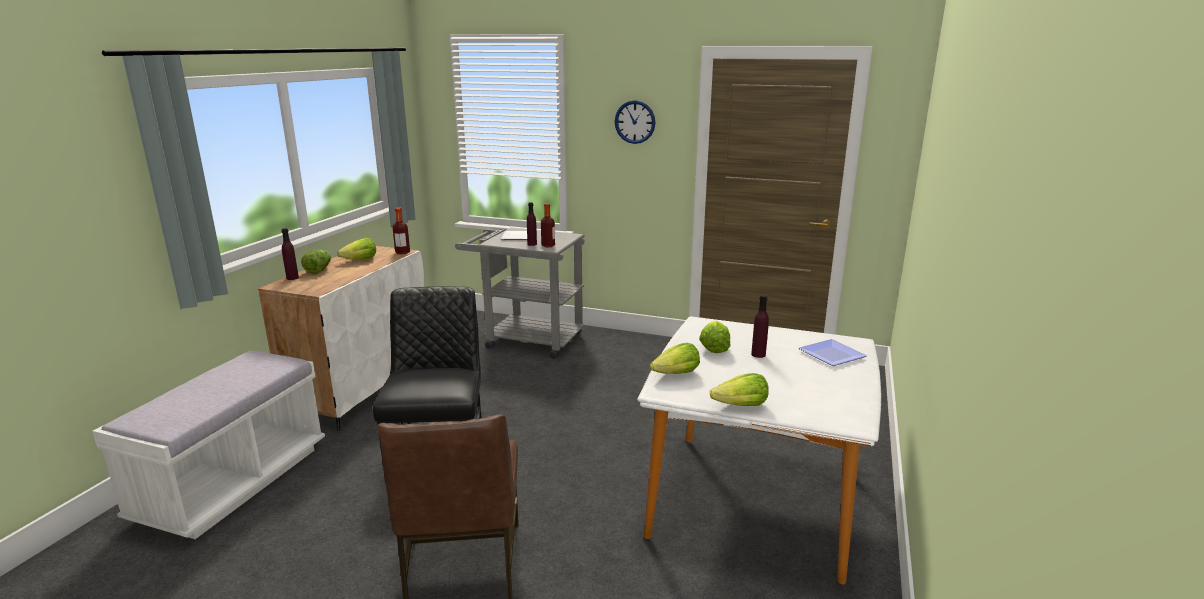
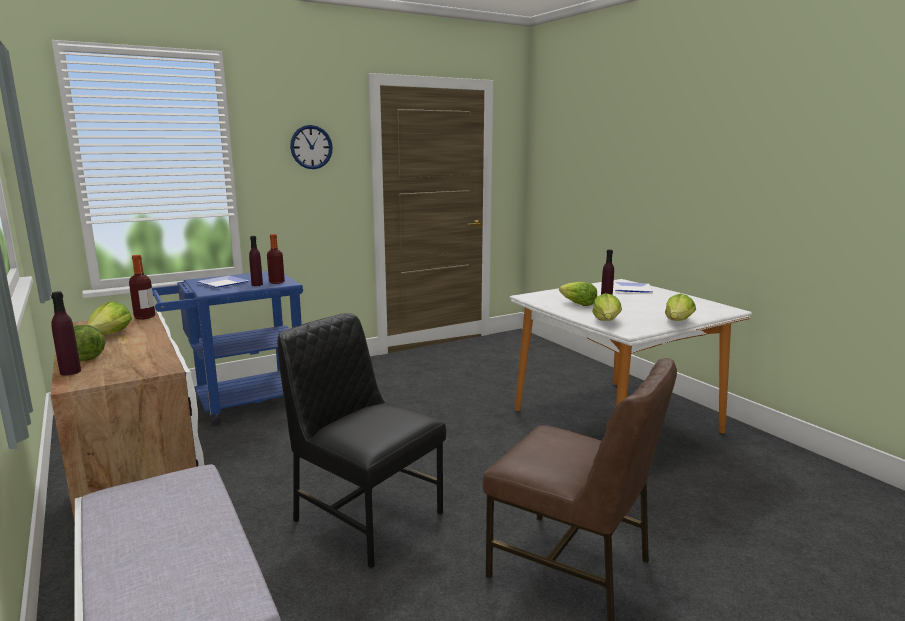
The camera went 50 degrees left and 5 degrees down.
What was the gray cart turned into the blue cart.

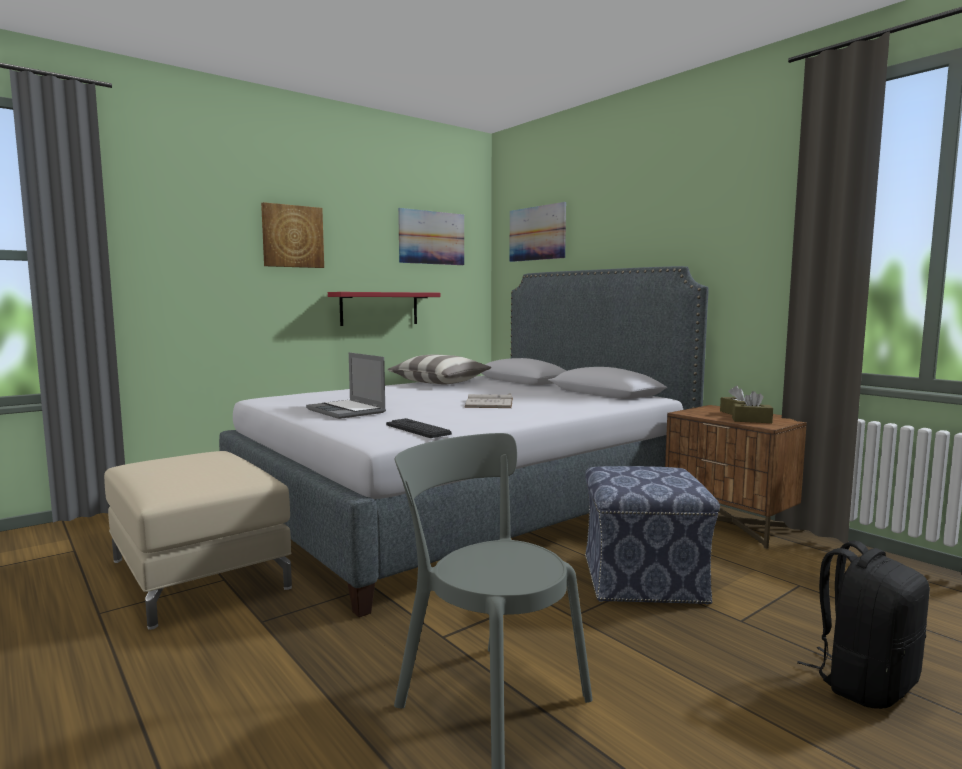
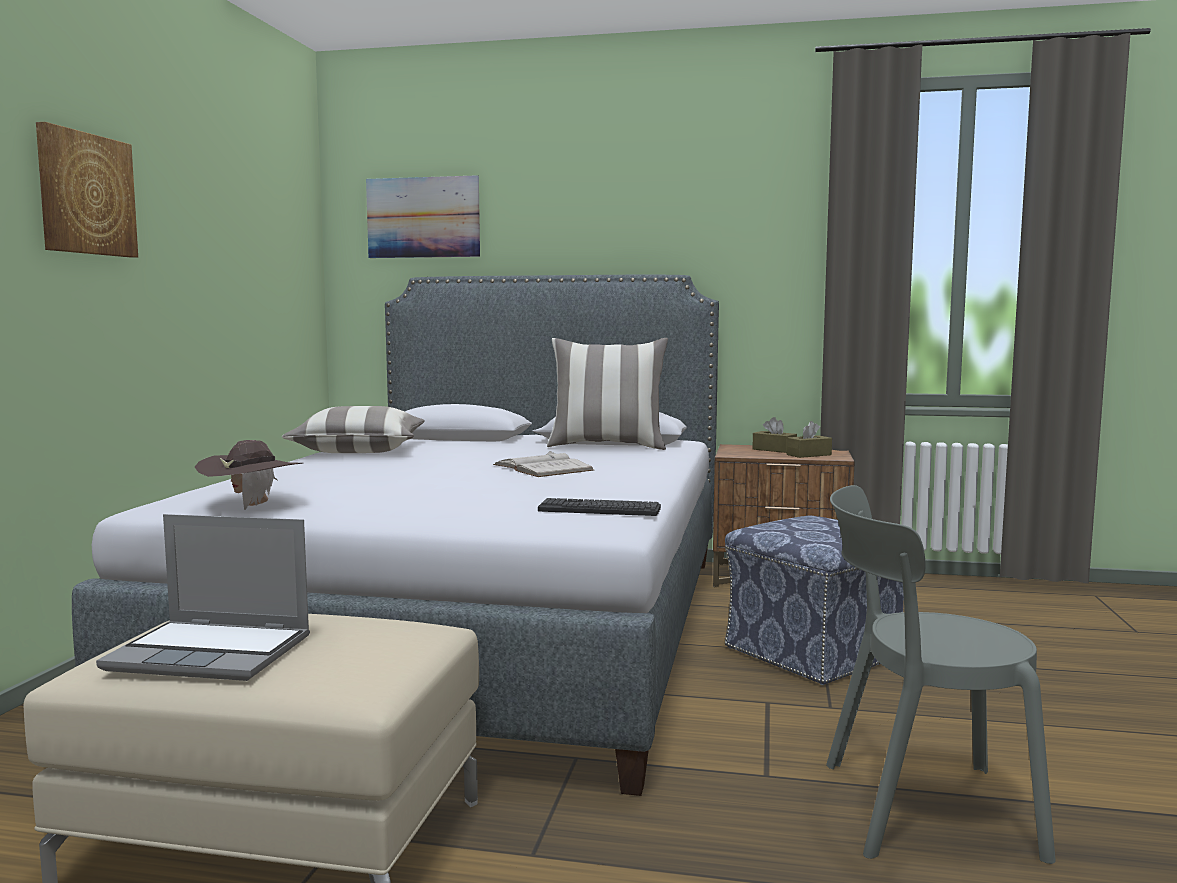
The camera went 40 degrees left and 0 degrees up.
The portable computer ended up elsewhere.
The second view lost the reddish wall shelf.
The second view lost the picture (2nd from left).
The second view lost the blackish rucksack.
The second view gained the brownish wearable hat.
The second view gained the cushion (2nd from left).

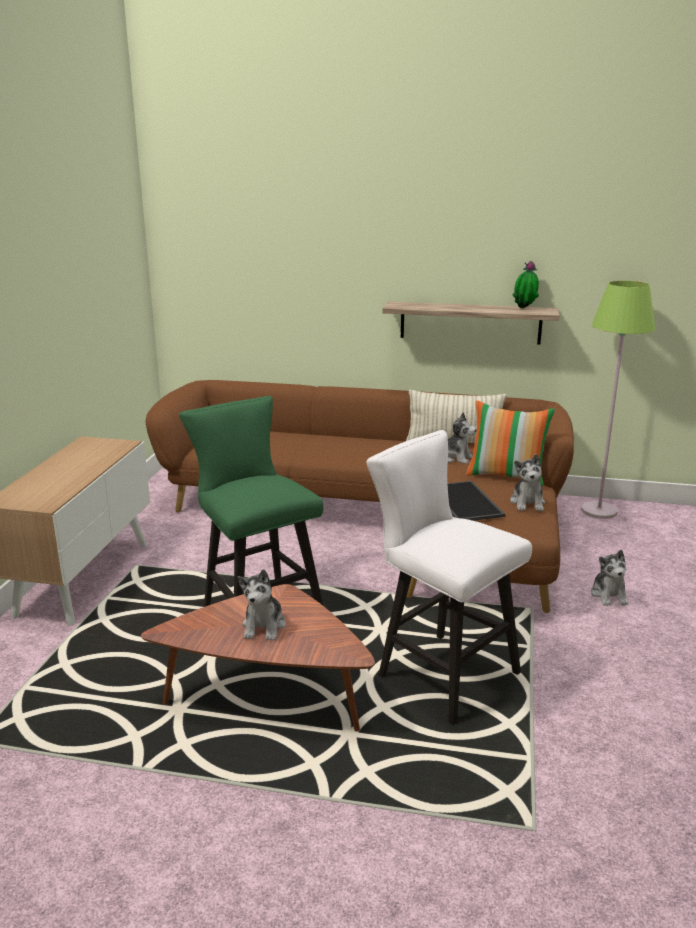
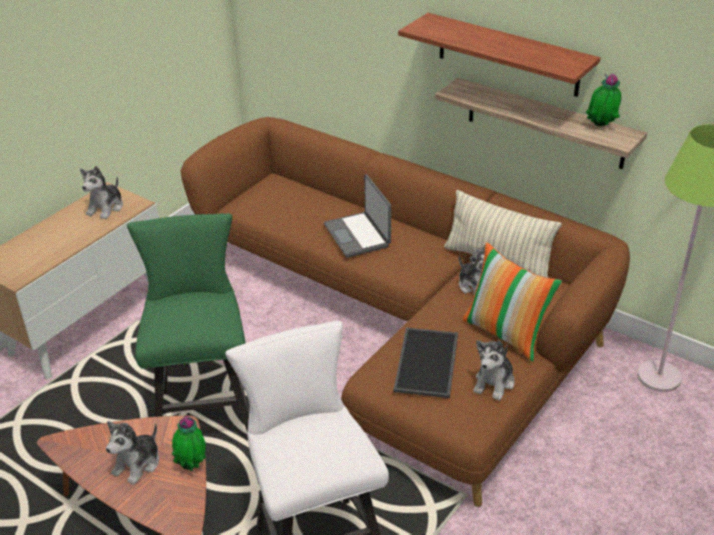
The camera went 25 degrees right and 15 degrees up.
The cuddly toy (4th from left in the first image) ended up elsewhere.
The second view gained the plant in a pot (1st from left).
The second view gained the portable computer.
The second view gained the wall shelf (1st from left).

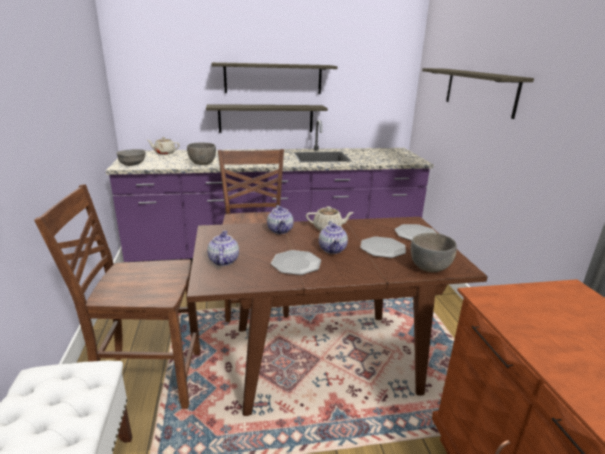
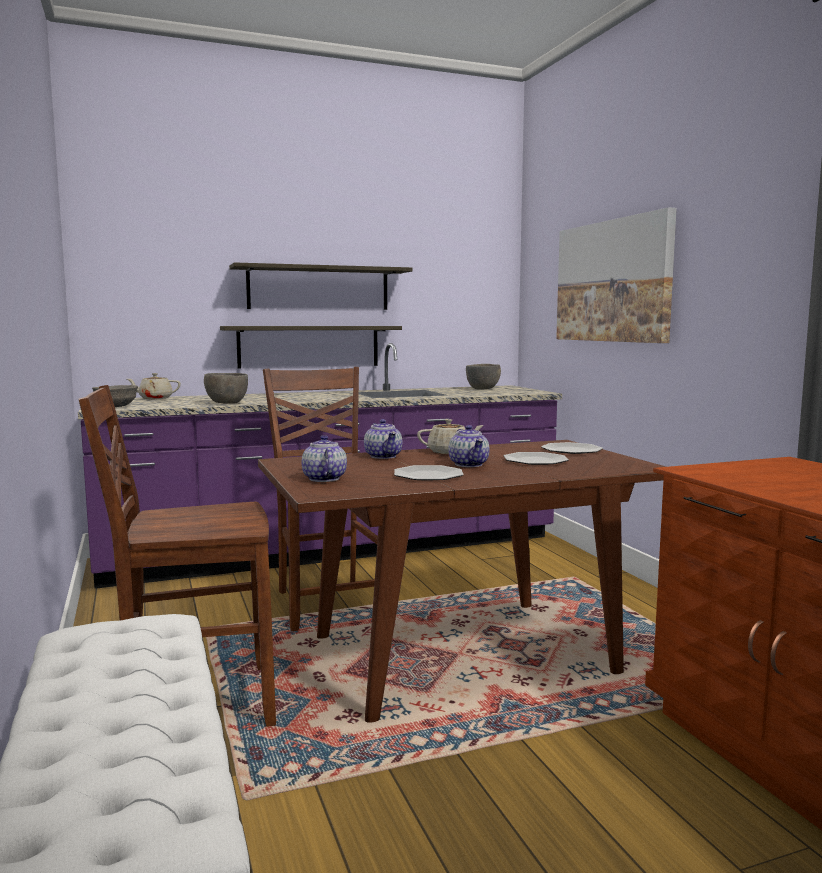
The camera went 10 degrees left and 15 degrees down.
The gray deep dish (3rd from left) ended up elsewhere.
Where the wall shelf (3rd from left) hung, the picture came to hang.

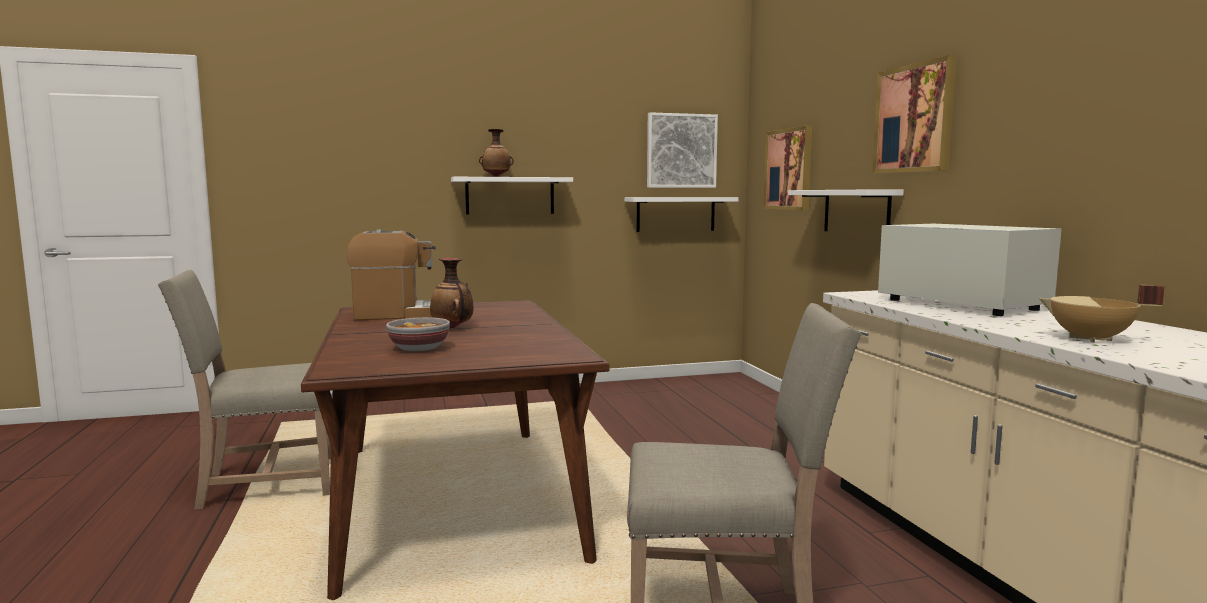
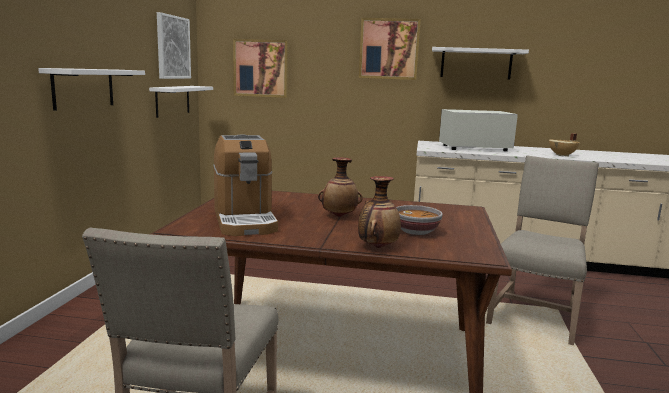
The camera went 65 degrees left and 5 degrees up.
The coffee maker ended up facing another way, 150 degrees clockwise from before.
The vase (2nd from left) ended up elsewhere.
The white-coloured wall shelf (3rd from left) ended up elsewhere.

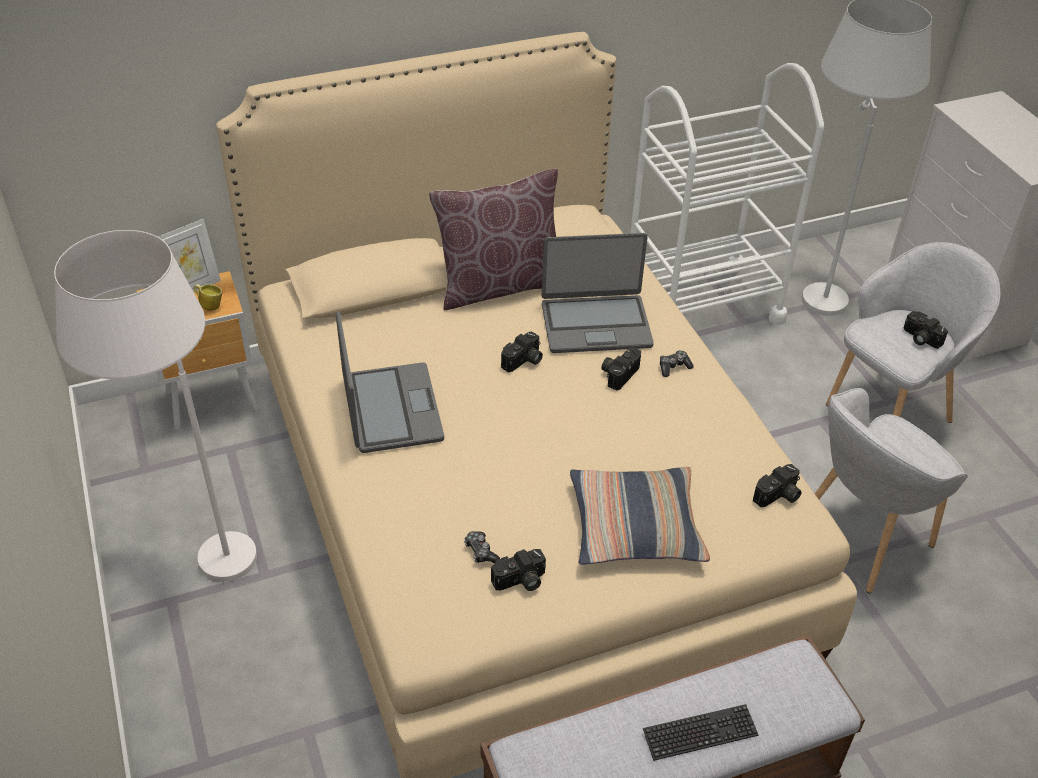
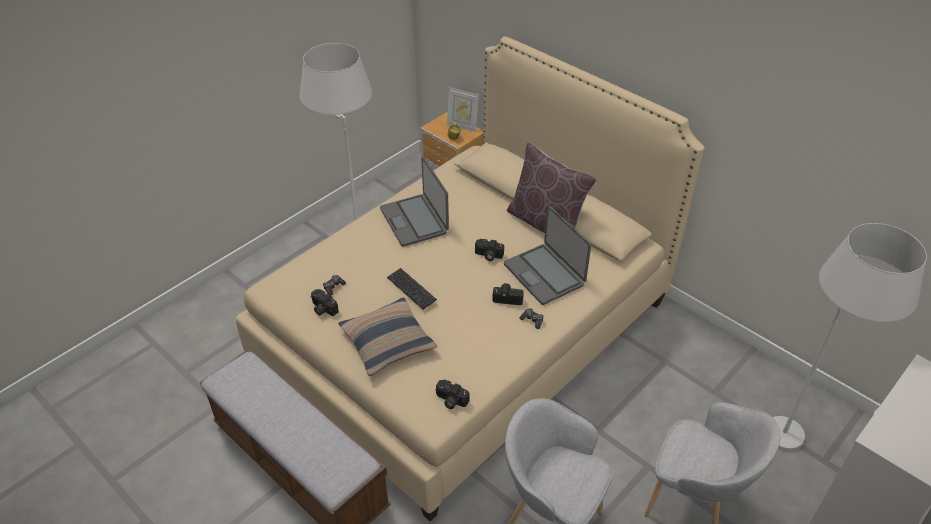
The camera went 65 degrees right and 0 degrees up.
The portable computer (1st from left) ended up facing another way, 105 degrees clockwise from before.
The second view lost the white-coloured cart.
The computer keyboard ended up elsewhere.
The second view lost the still camera (5th from left).

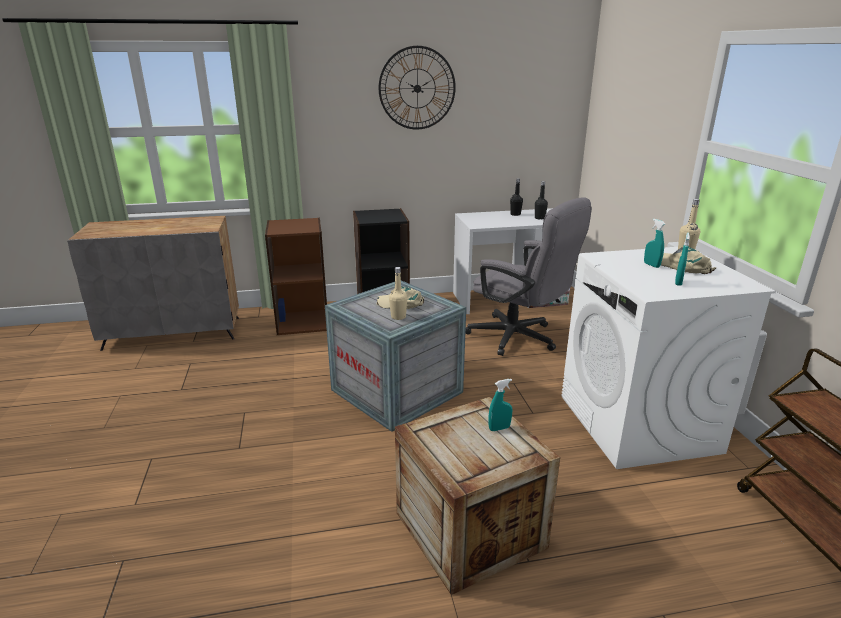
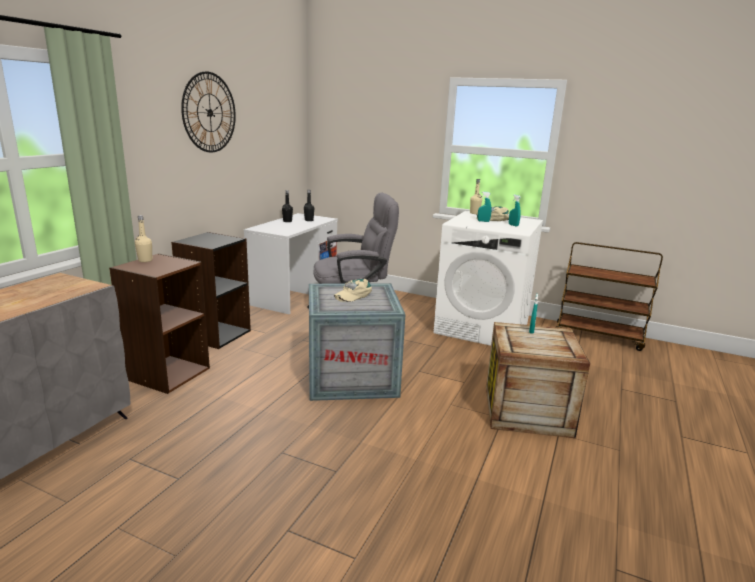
The camera went 55 degrees left and 5 degrees down.
The beige-coloured bottle (1st from left) ended up elsewhere.

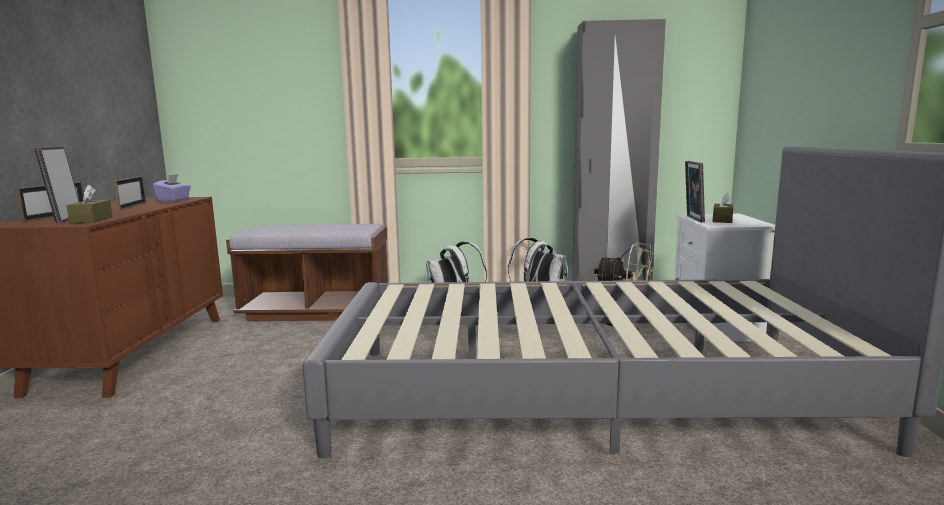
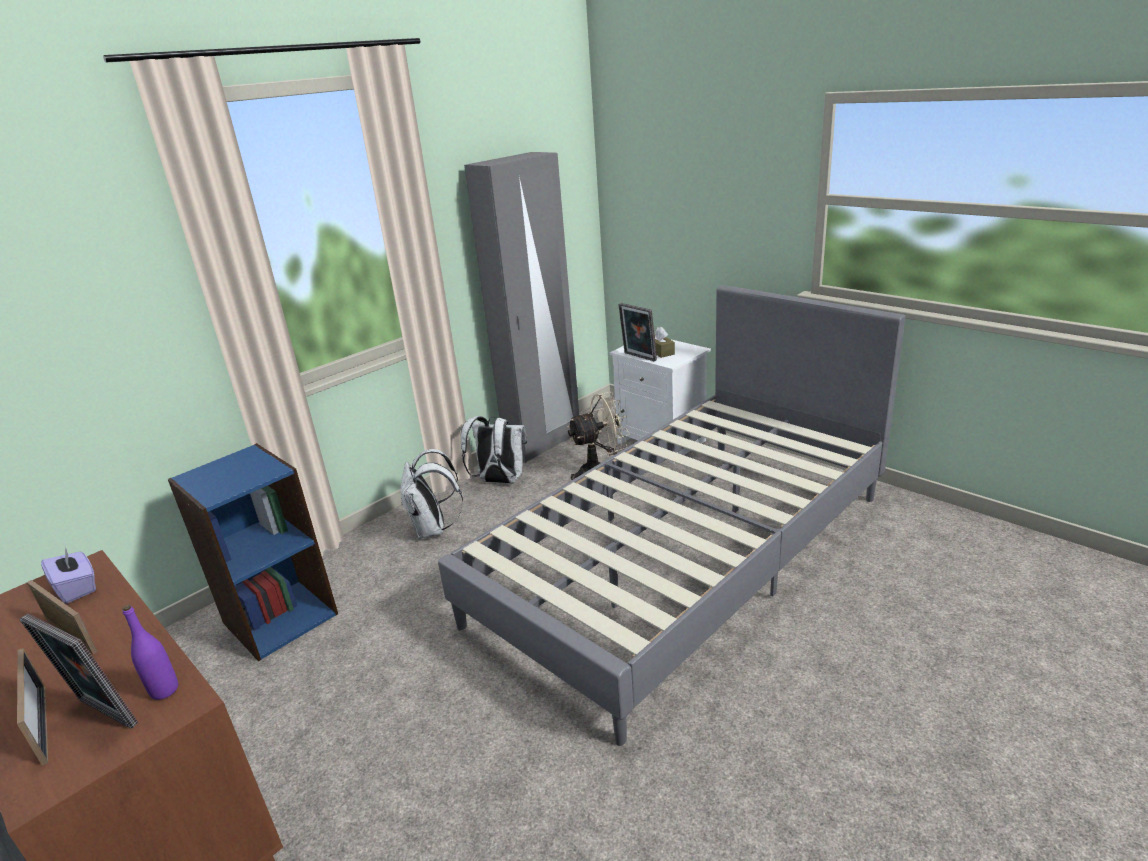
The camera went 45 degrees left and 15 degrees up.
Where the brownish tissue box (1st from left) stood, the purplish bottle came to stand.
Where the brownish indoor bench stood, the blue shelving unit came to stand.

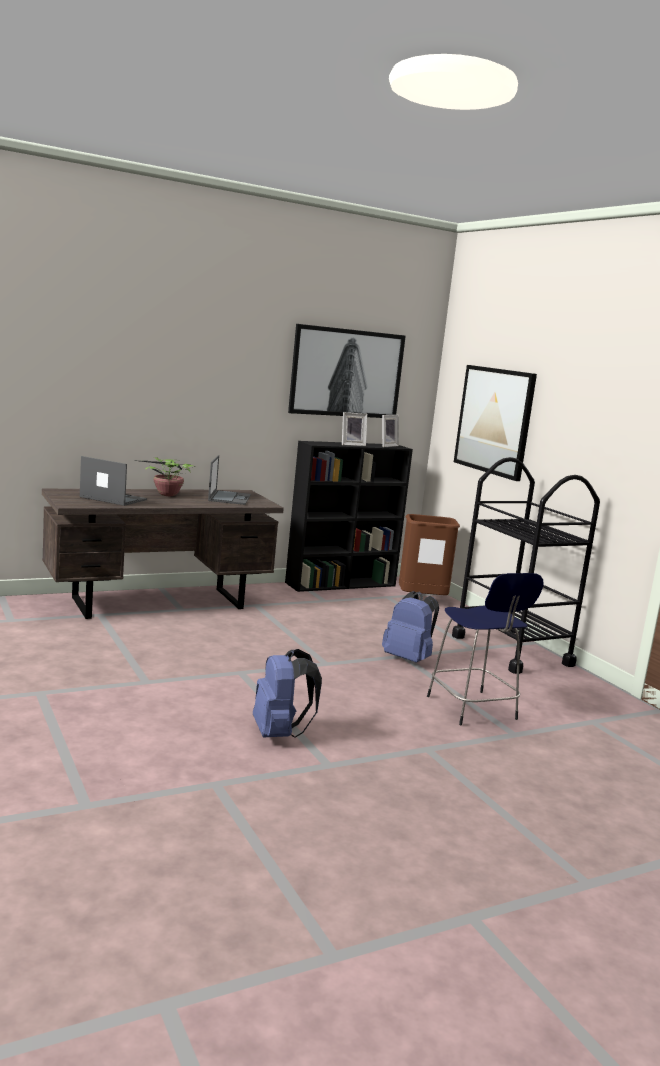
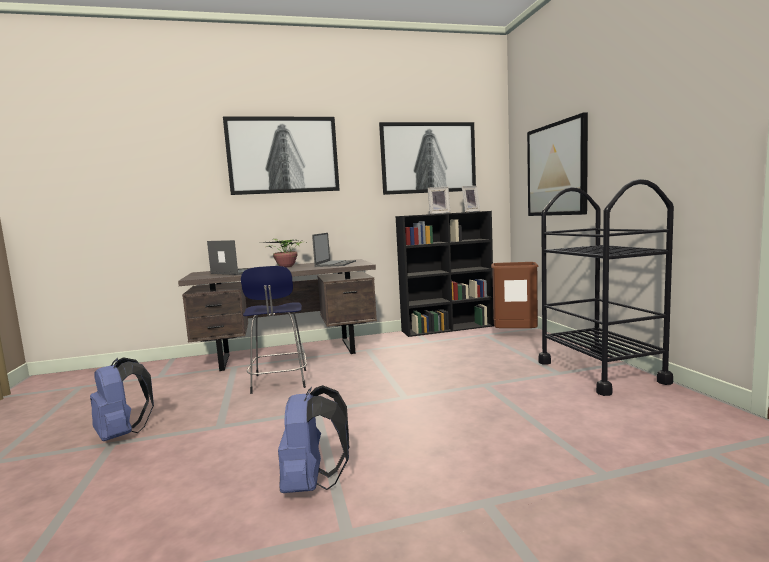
The camera went 15 degrees right and 5 degrees down.
The blue rucksack (2nd from left in the first image) ended up elsewhere.
The blue stool seat ended up elsewhere.
The second view gained the picture (1st from left).

